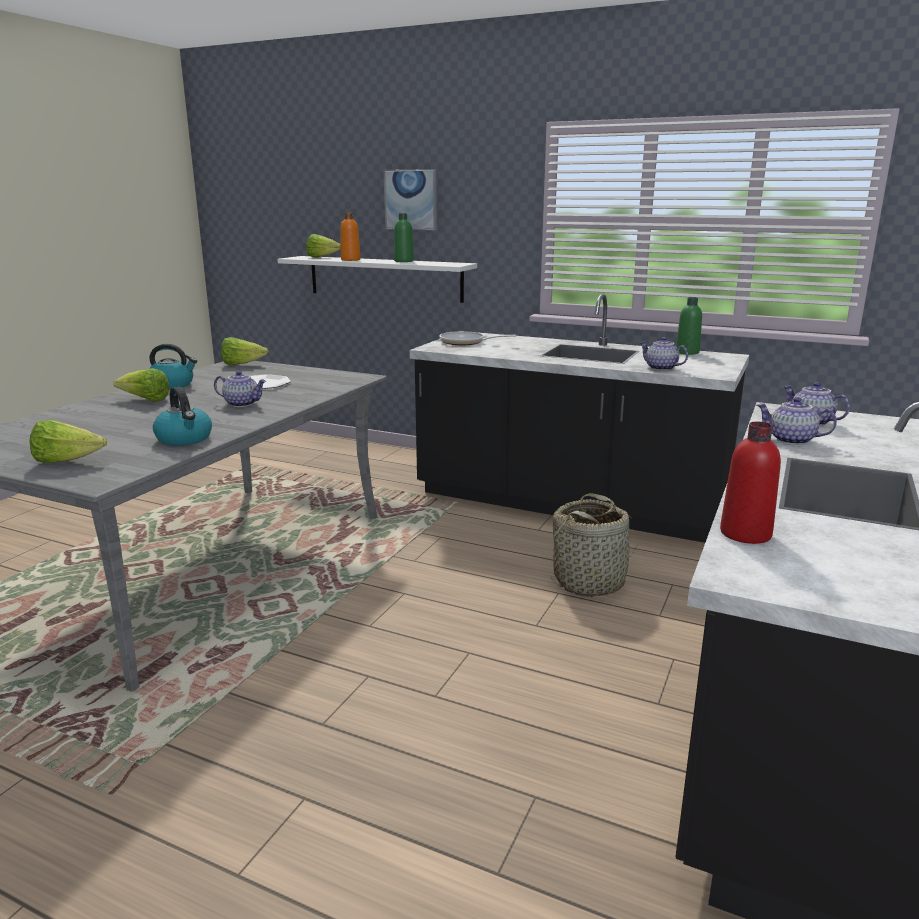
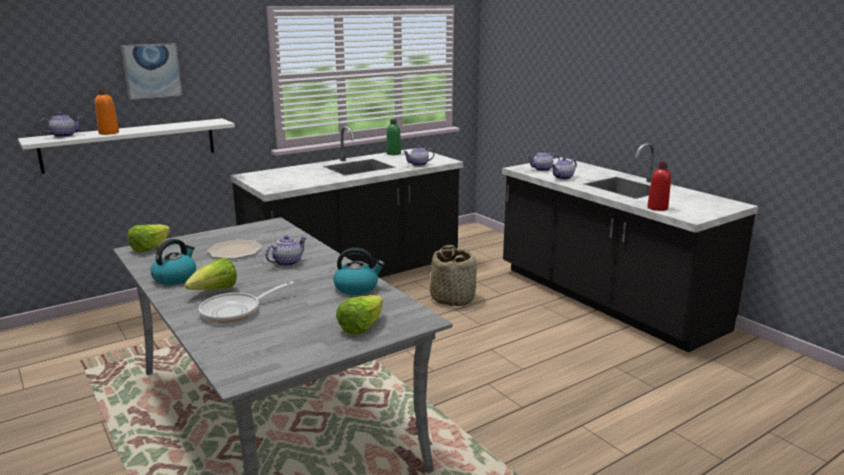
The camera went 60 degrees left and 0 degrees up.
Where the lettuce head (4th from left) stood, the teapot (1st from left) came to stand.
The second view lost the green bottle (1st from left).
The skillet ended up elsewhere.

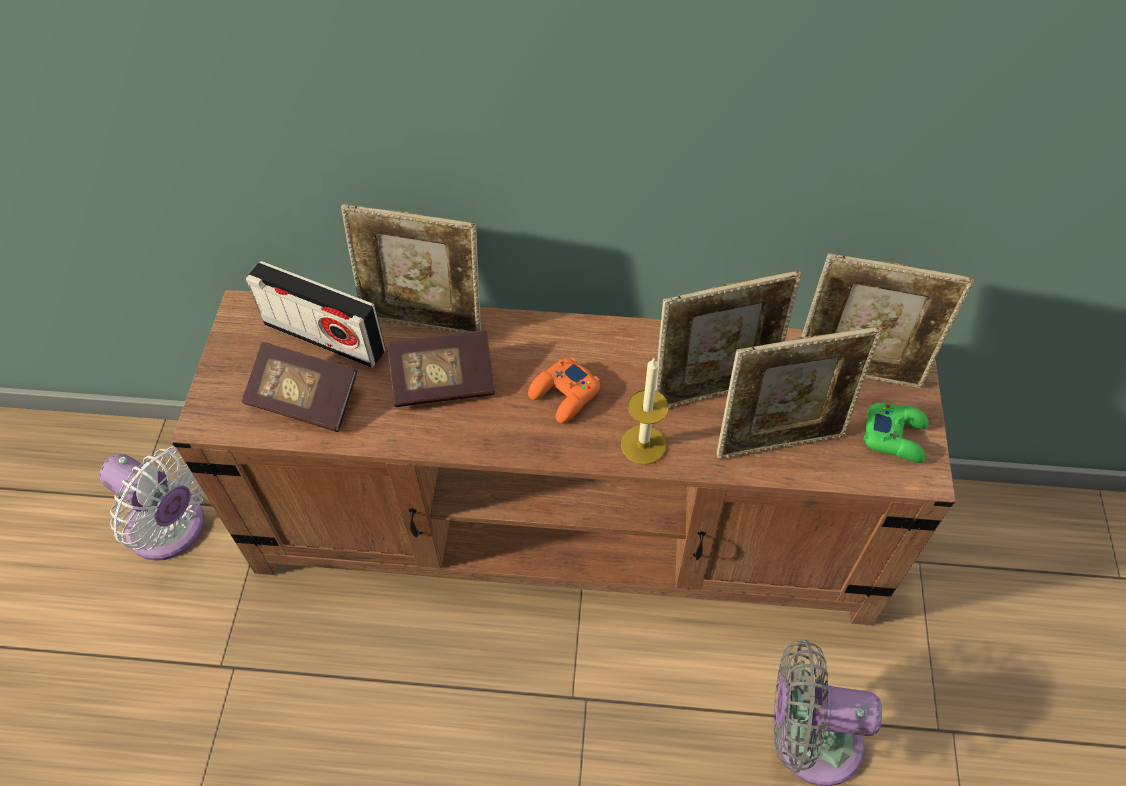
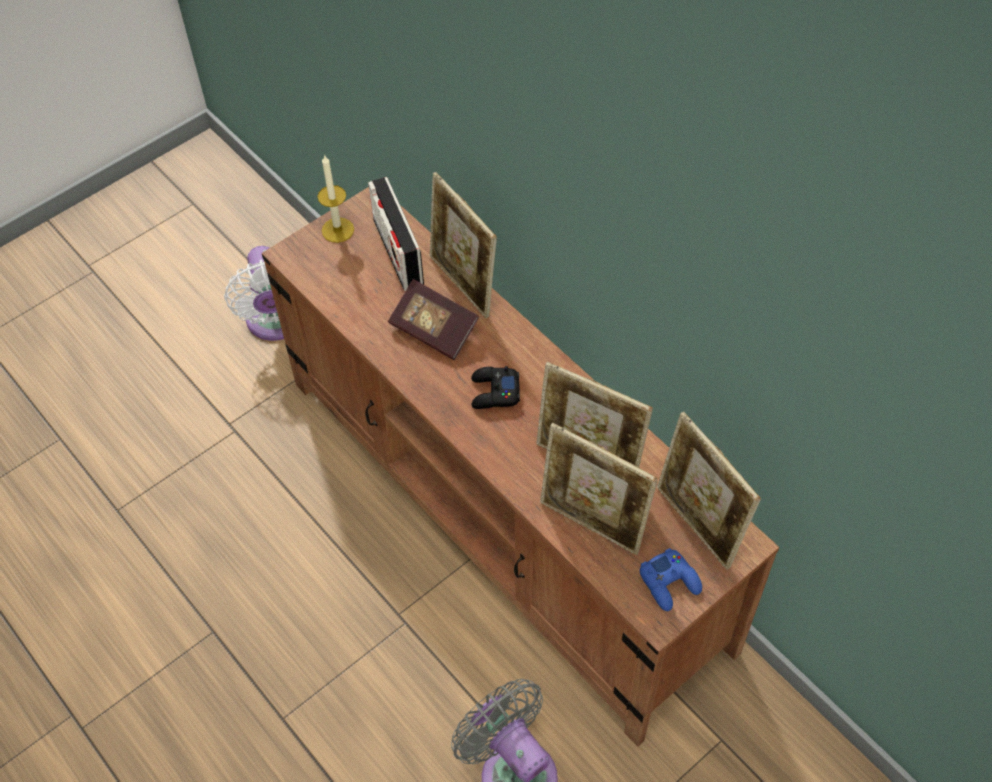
The camera went 45 degrees right and 0 degrees up.
The second view lost the book (1st from left).
What was the orangey gamepad turned into the blackish gamepad.
The wax light ended up elsewhere.
What was the green gamepad turned into the blue gamepad.

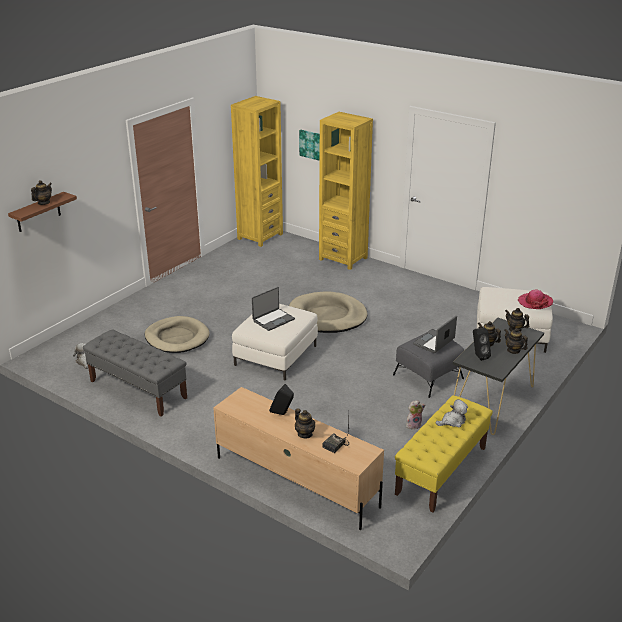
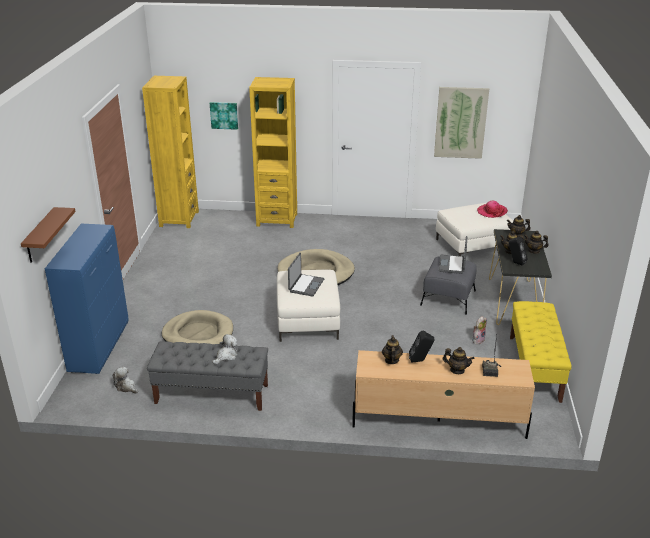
The camera went 30 degrees left and 0 degrees up.
The teapot (1st from left) ended up elsewhere.
The cuddly toy (3rd from left in the first image) ended up elsewhere.
The second view gained the blue storage cabinet.
The second view gained the picture (2nd from left).

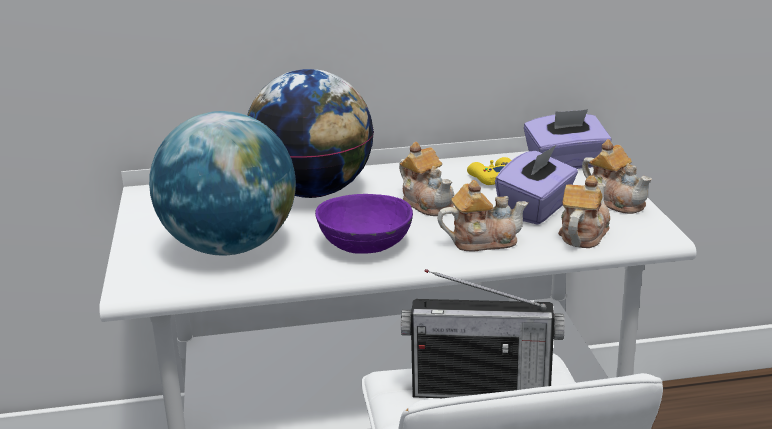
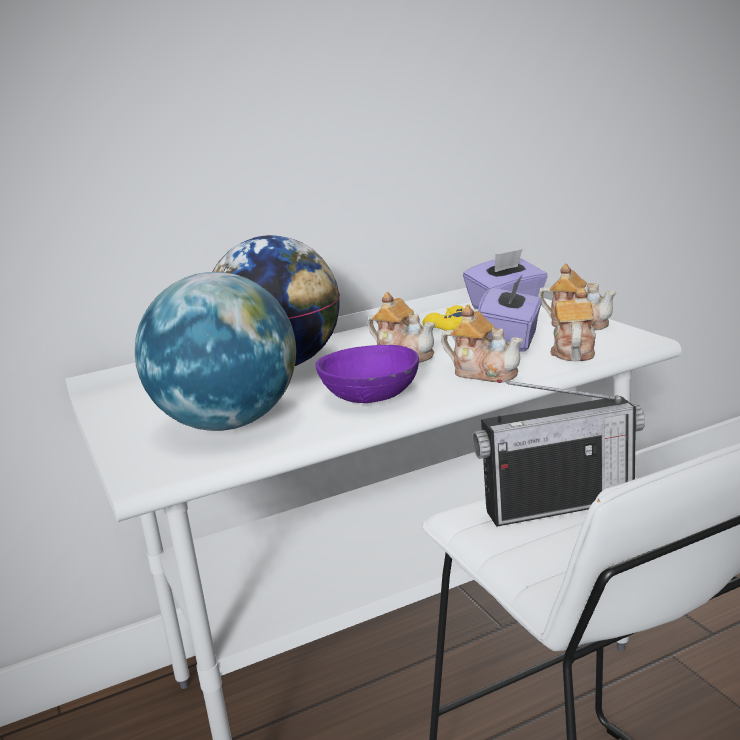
The camera went 15 degrees left and 5 degrees down.
The teapot (2nd from left) ended up facing another way, 60 degrees clockwise from before.

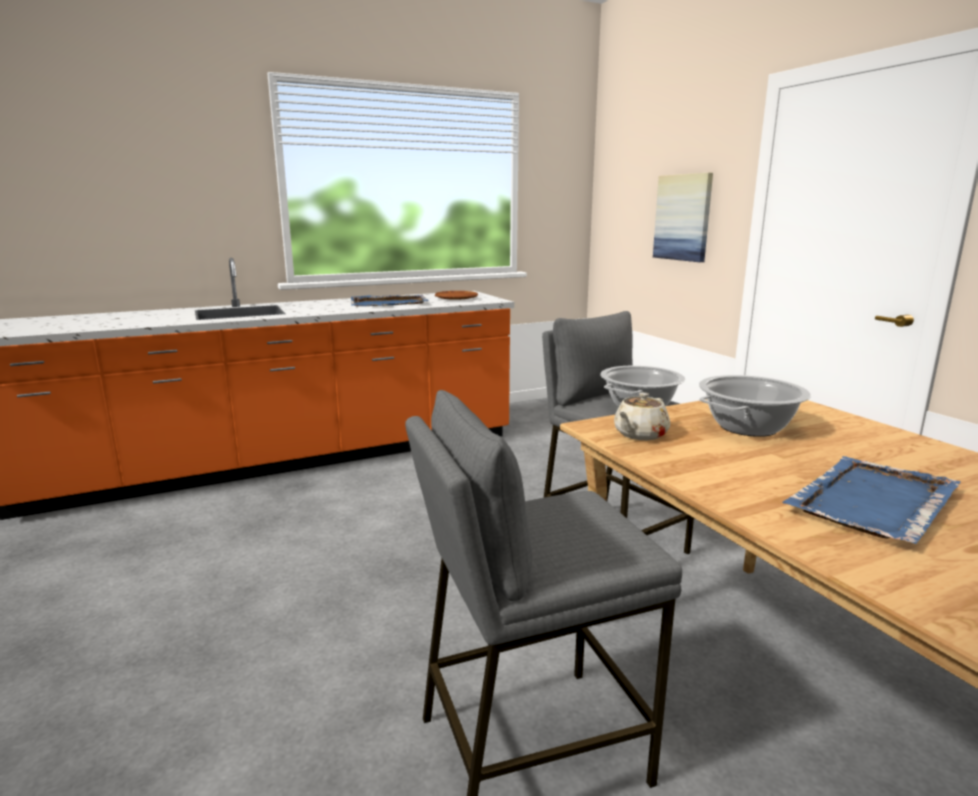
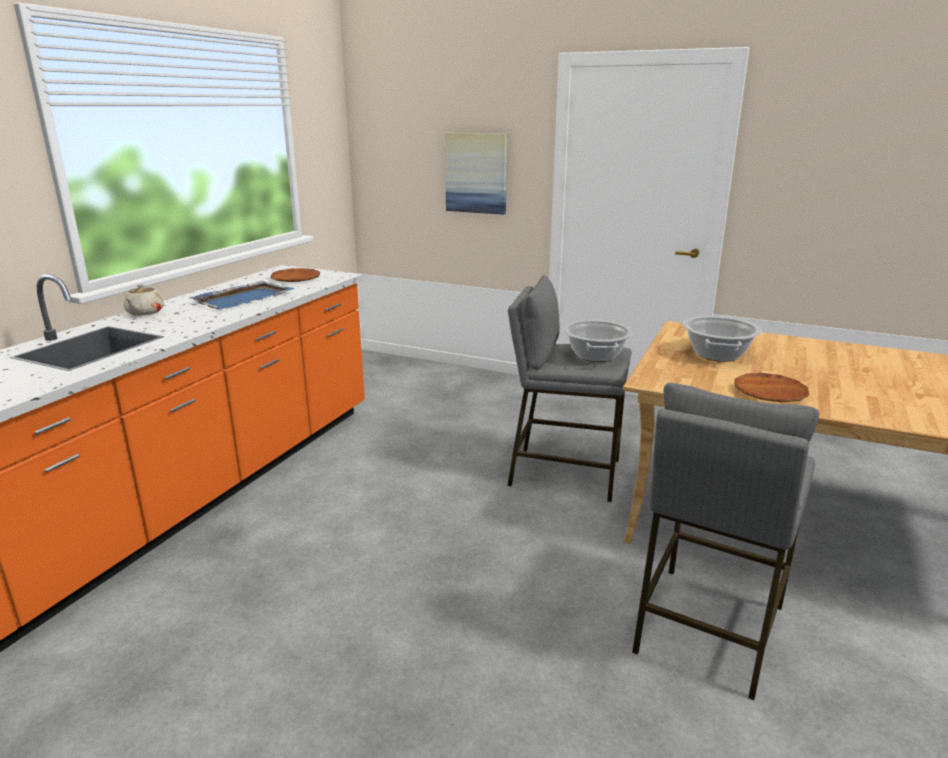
The camera went 40 degrees left and 5 degrees up.
The beige-coloured teapot ended up elsewhere.
The second view lost the blue serving tray (2nd from left).
The second view gained the brownish plate (2nd from left).

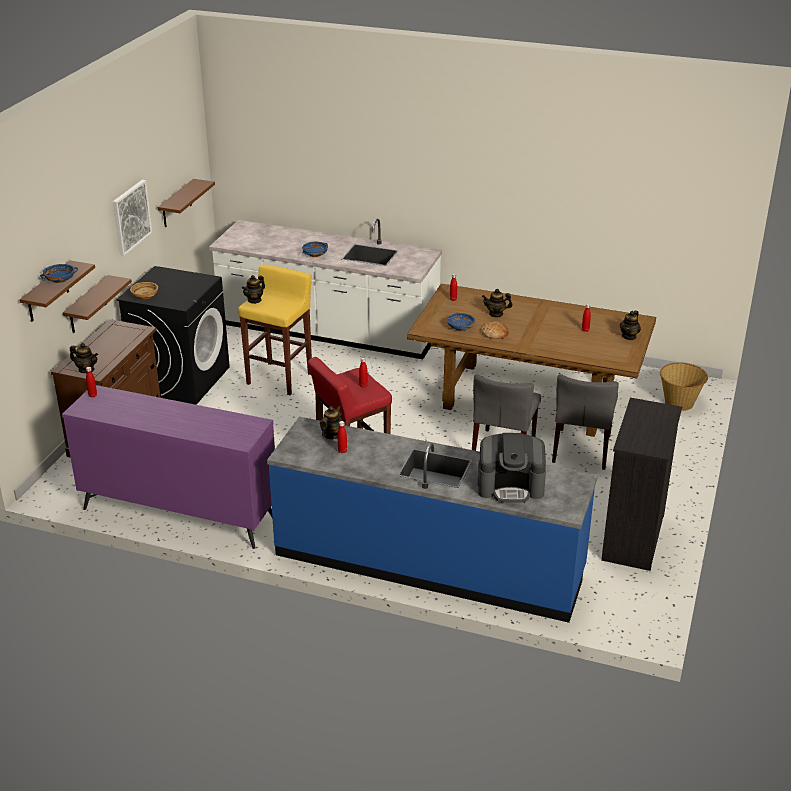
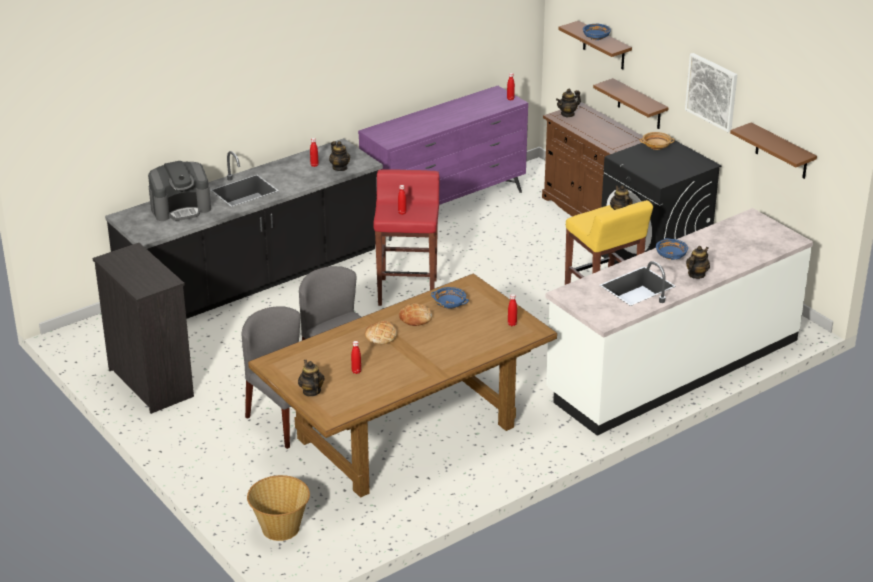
The camera went 125 degrees right and 0 degrees up.
What was the blue kitchen base unit turned into the blackish kitchen base unit.
The coffee maker ended up facing another way, 150 degrees counterclockwise from before.
The teapot (4th from left in the first image) ended up elsewhere.
The second view gained the bakery bread (1st from left).

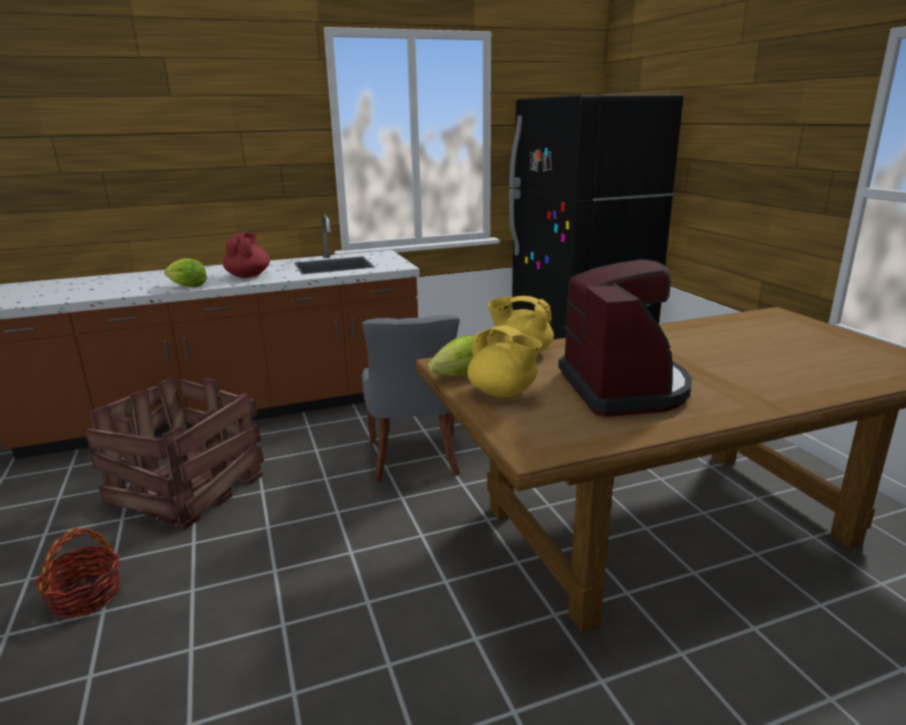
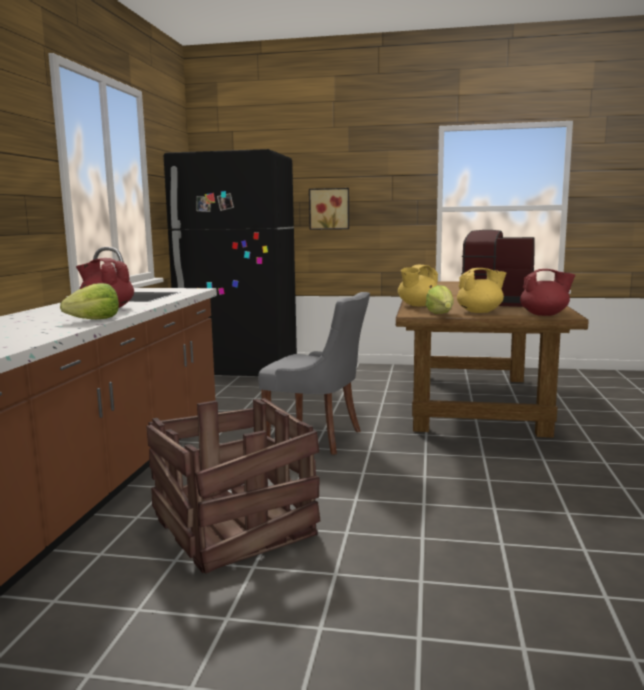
The camera went 60 degrees left and 10 degrees down.
The second view lost the basket.
The second view gained the picture.
The second view gained the reddish teapot (2nd from left).

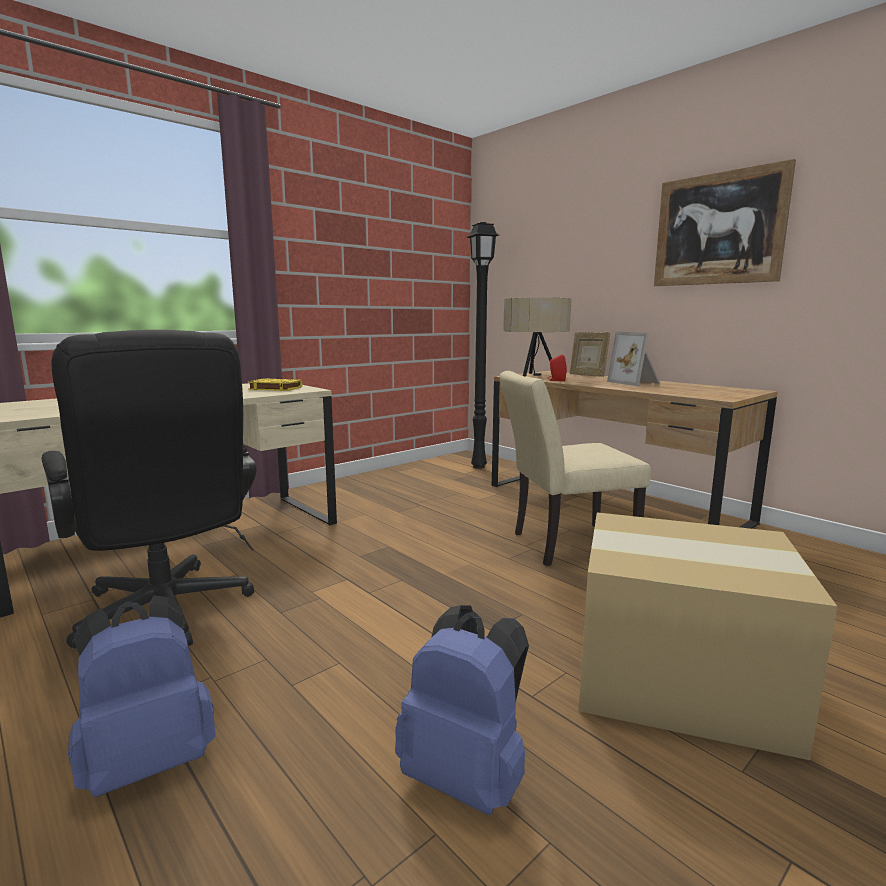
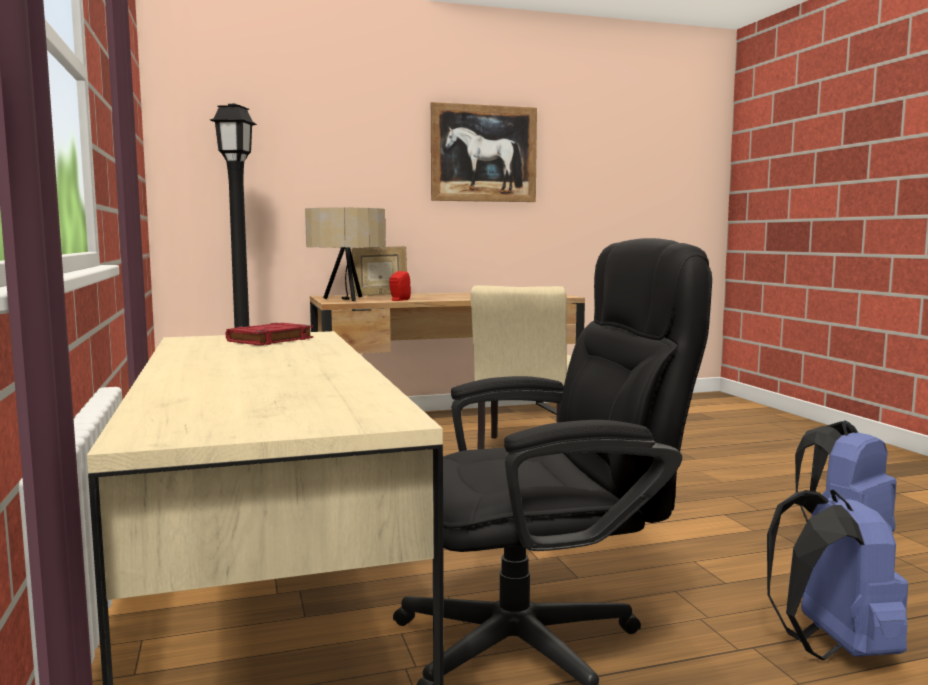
The camera went 65 degrees left and 5 degrees down.
What was the yellowish book turned into the reddish book.
The second view lost the packing box.
The second view lost the photo frame (2nd from left).

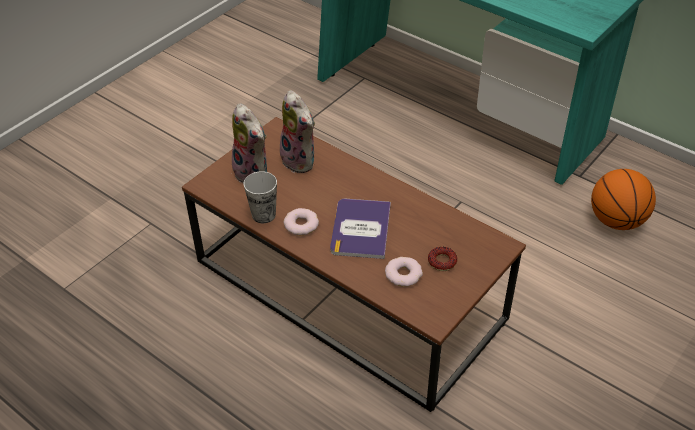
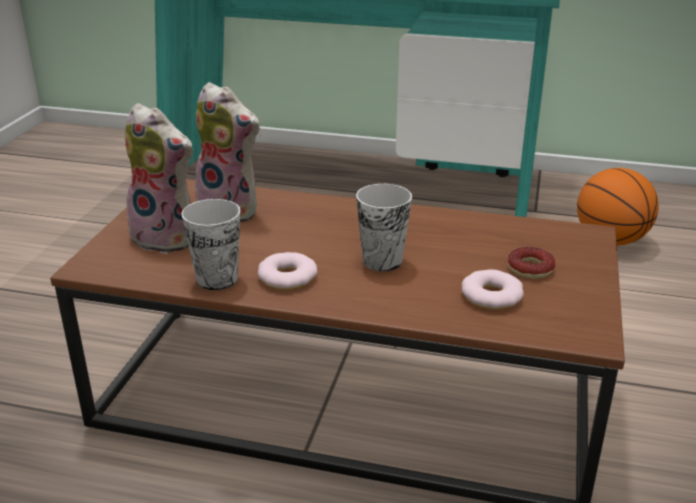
The camera went 25 degrees left and 15 degrees down.
Where the book stood, the small cup (2nd from left) came to stand.

